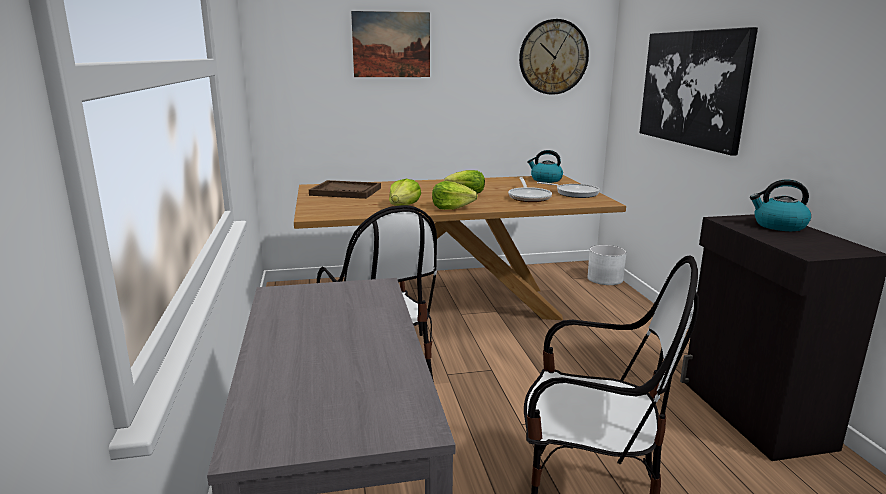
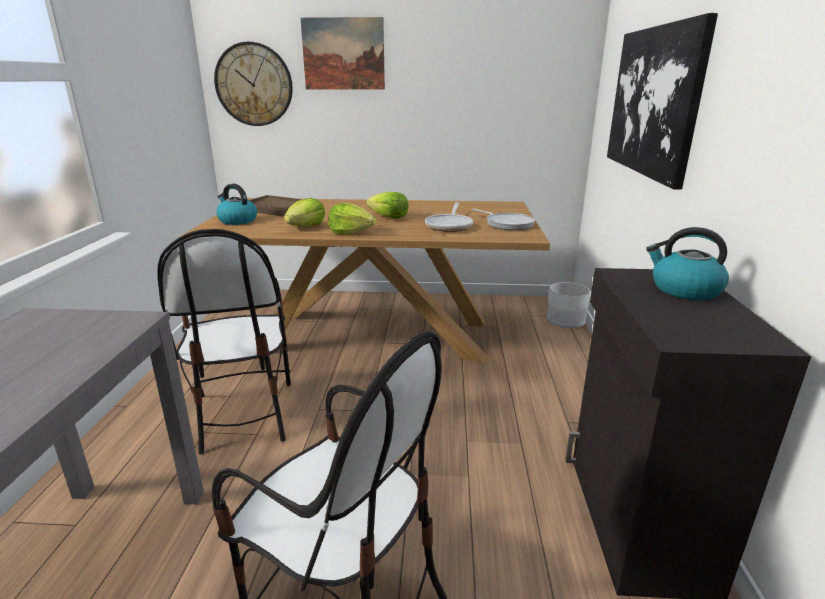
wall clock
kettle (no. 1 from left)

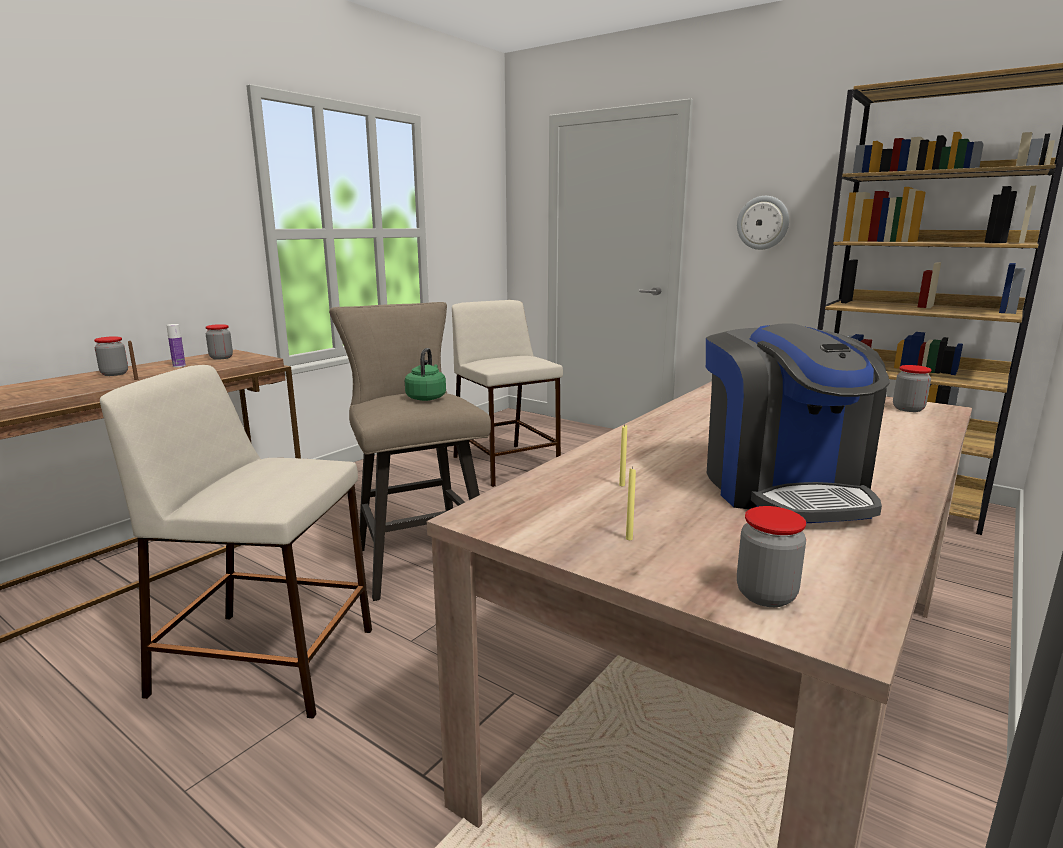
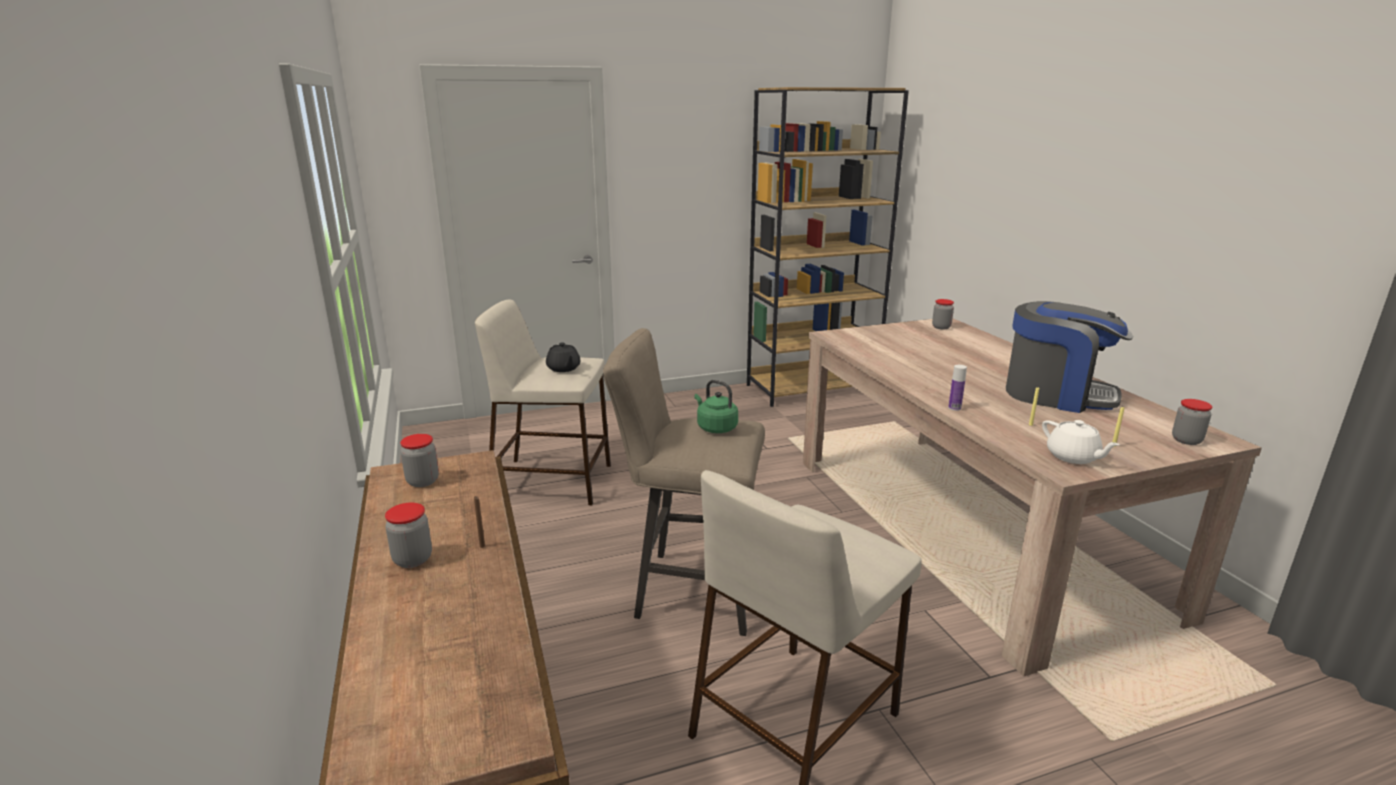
bottle
wall clock
teapot (black)
teapot (white)

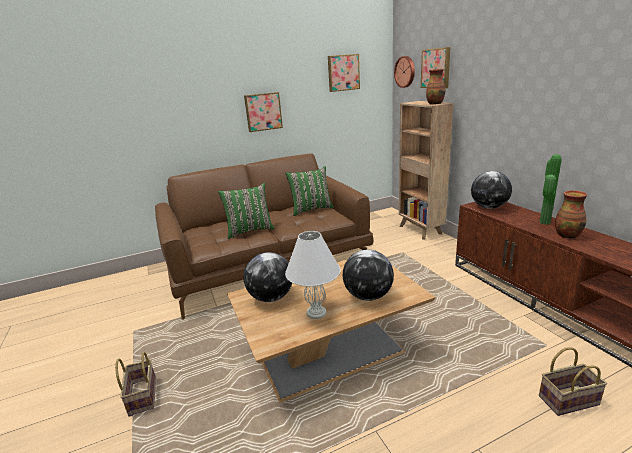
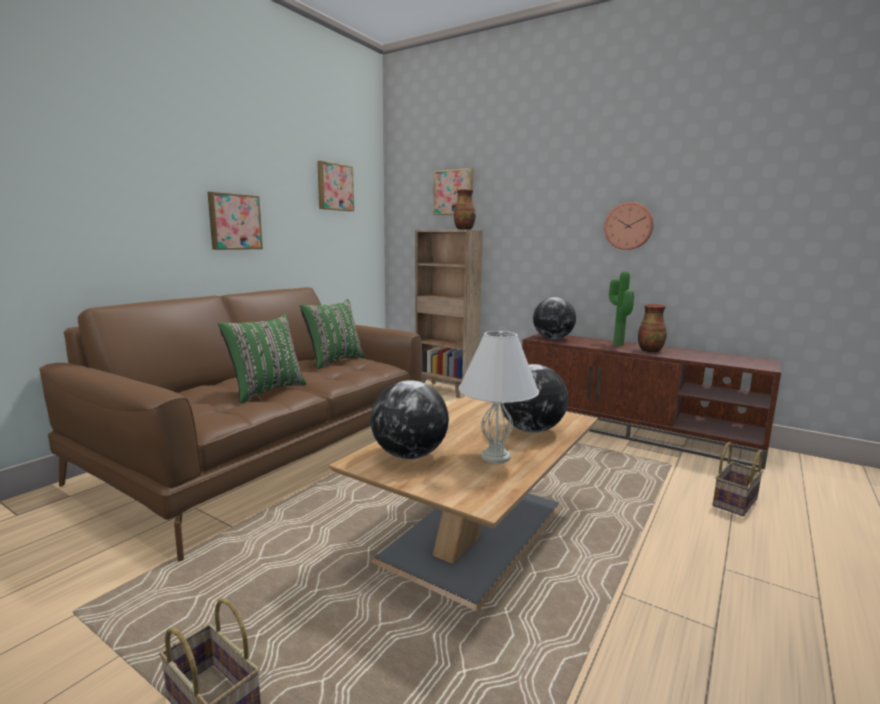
wall clock

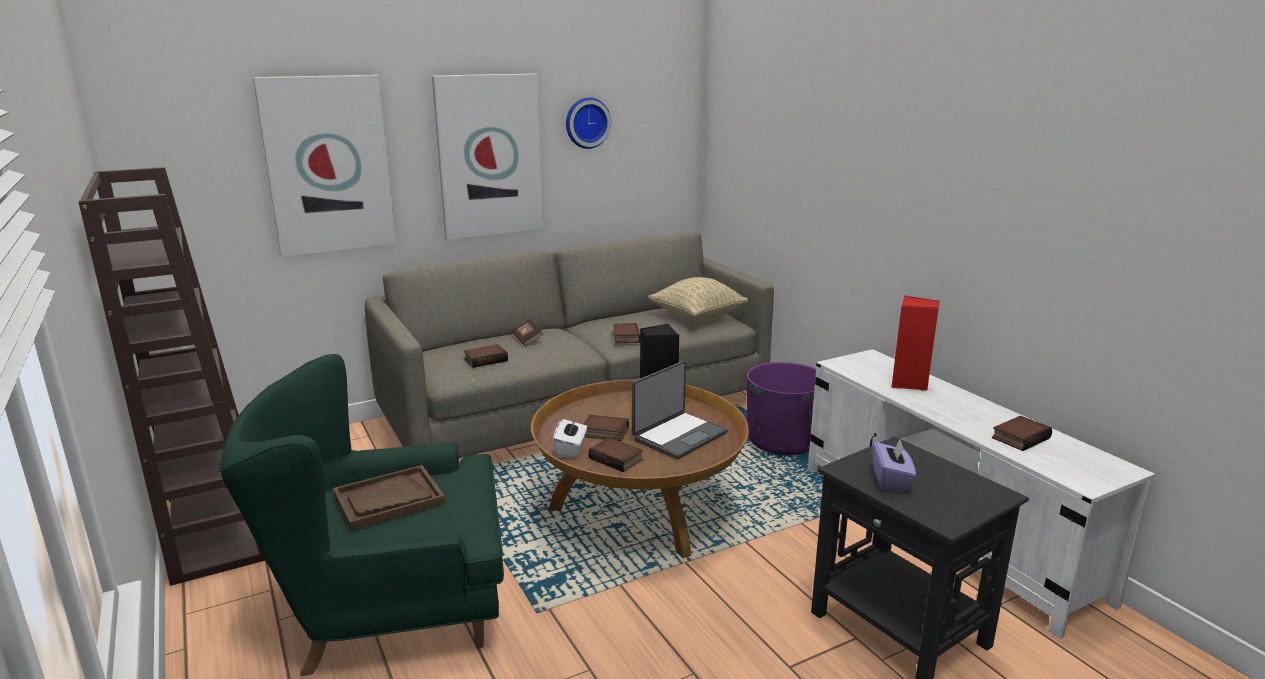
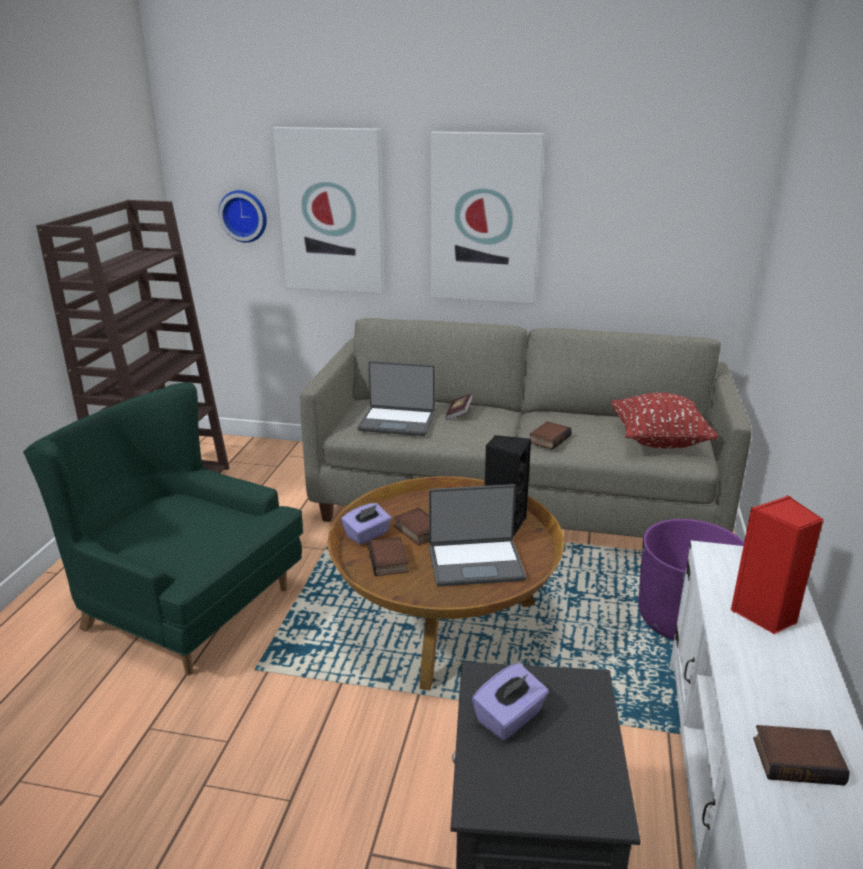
tray (brown)
laptop (no. 1 from left)
tissue box (purple) (no. 1 from left)
wall clock
pillow (red)

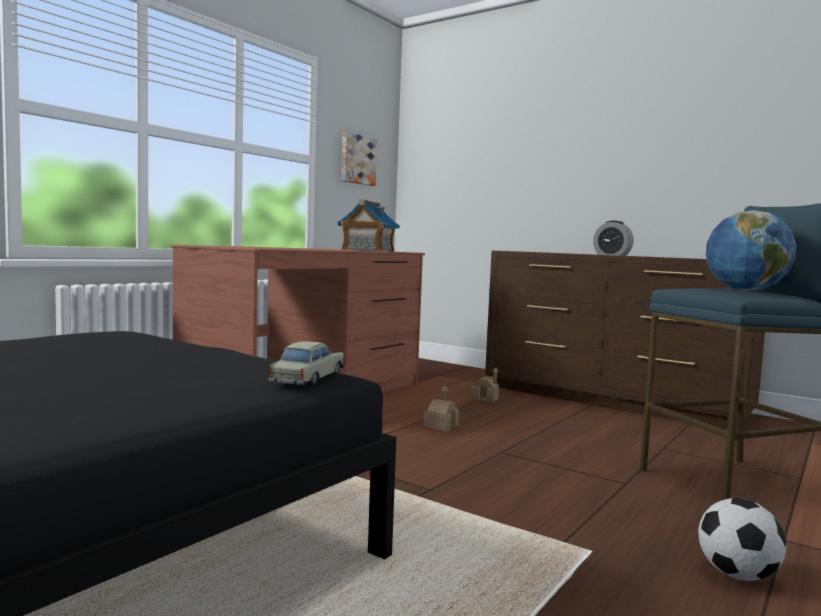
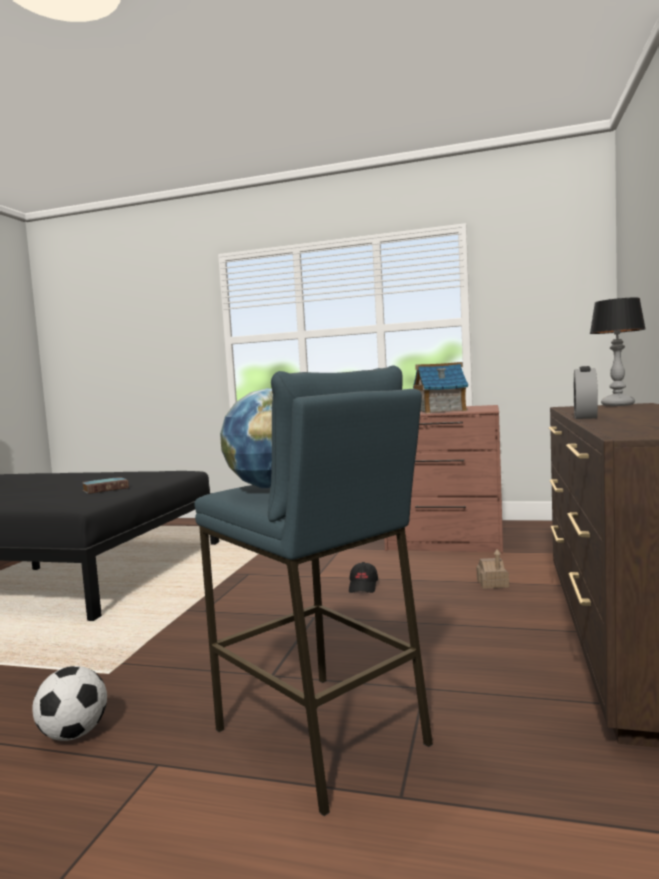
toy car (beige)
picture
cap (black)
book
table lamp

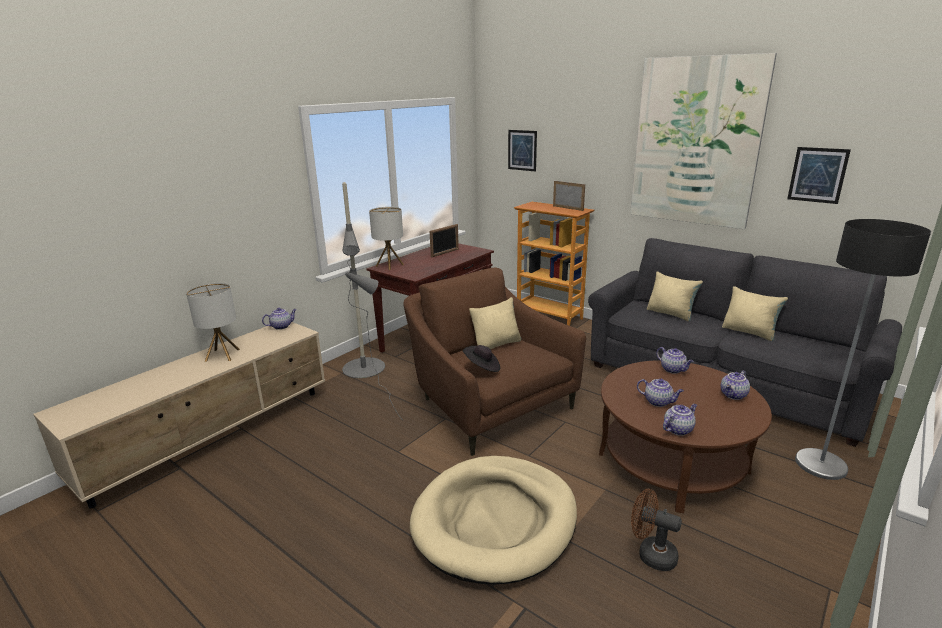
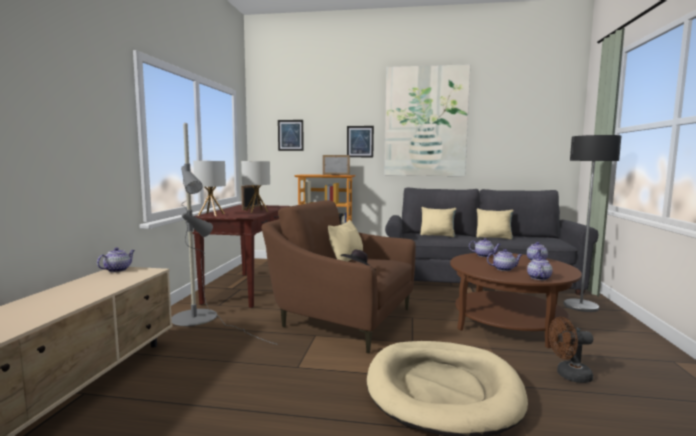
table lamp (no. 2 from left)
picture (no. 2 from left)

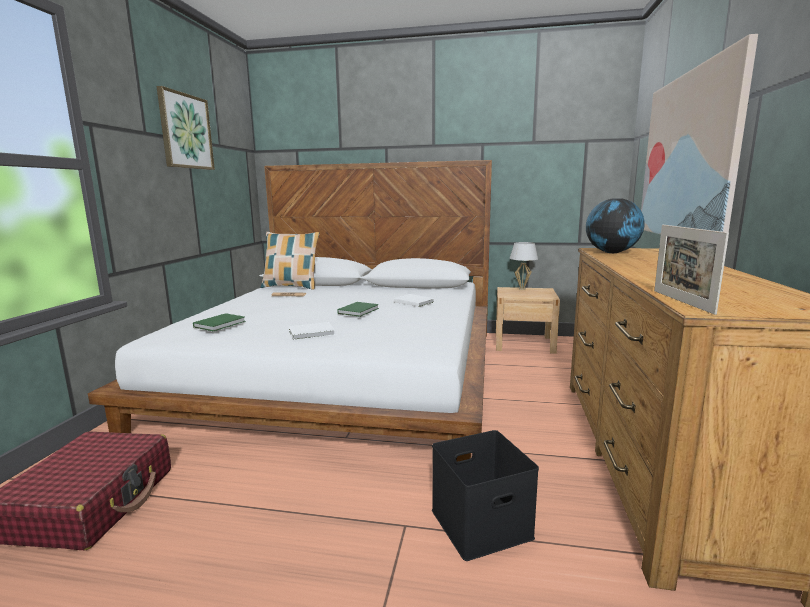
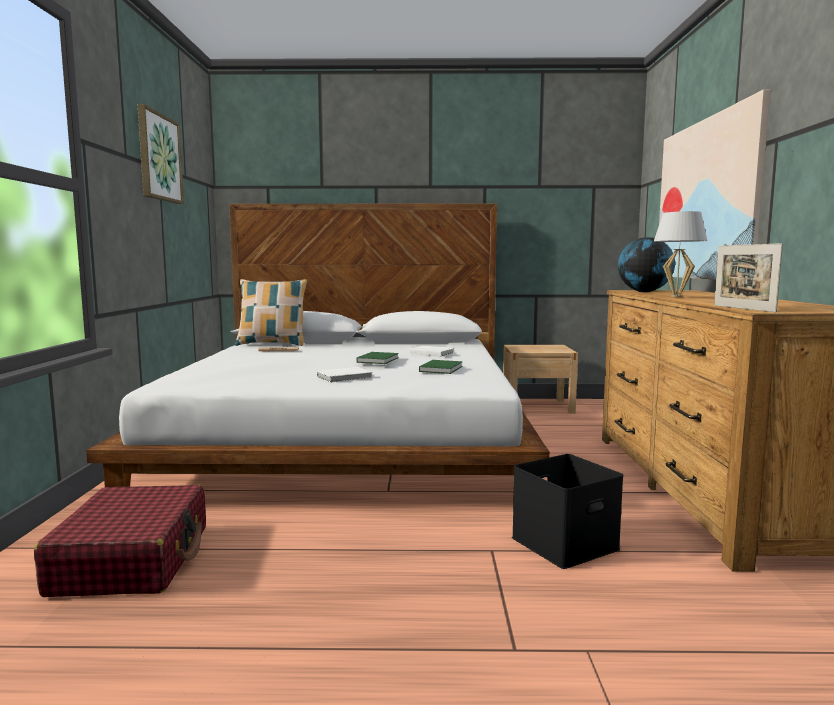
book (green) (no. 2 from left)
table lamp (white)

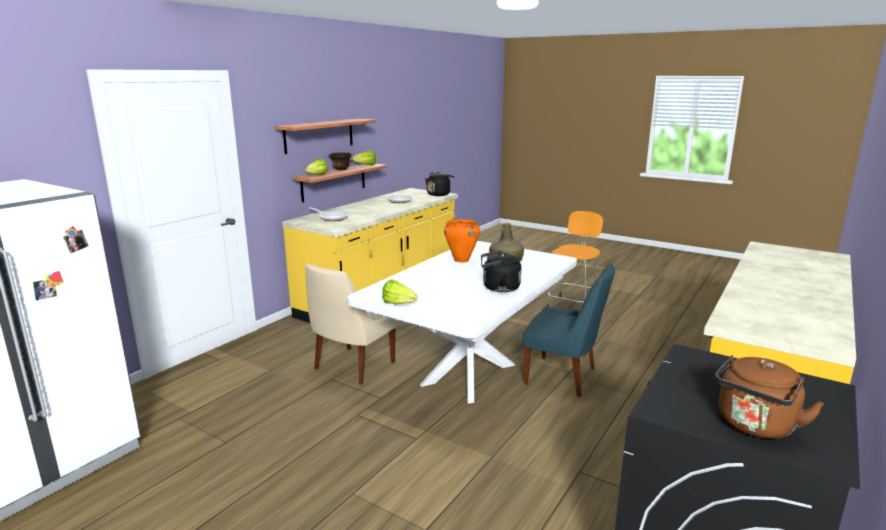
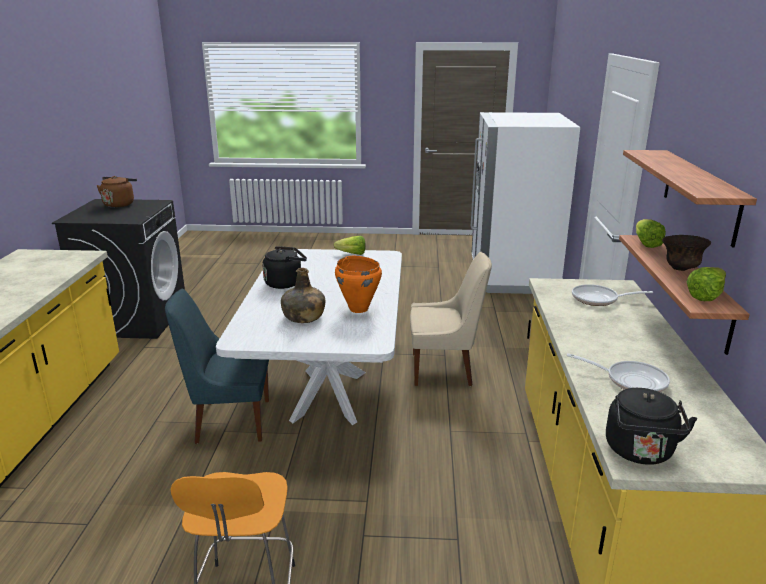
chair (beige)

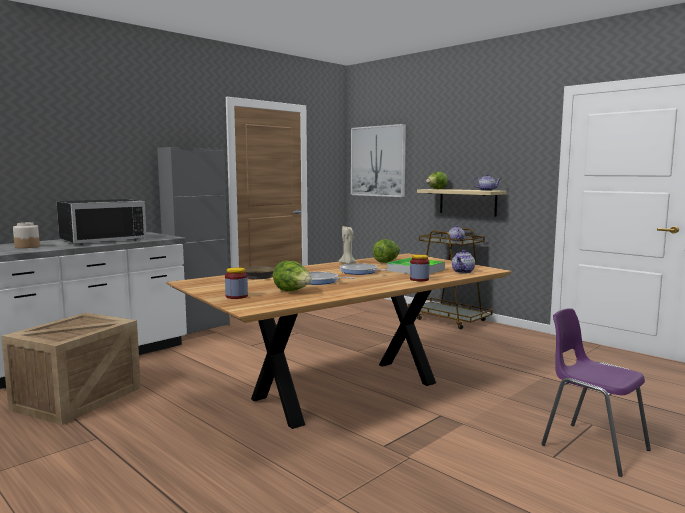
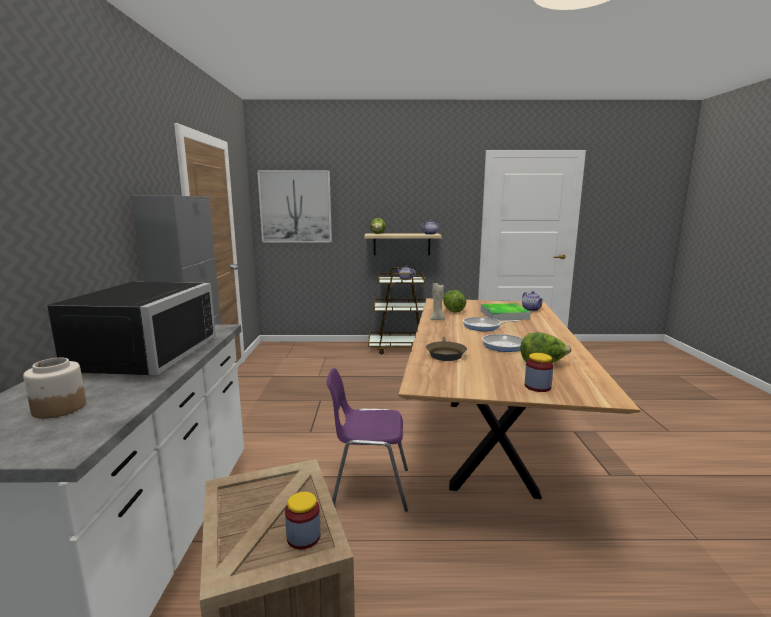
jar (no. 2 from left)
chair (purple)

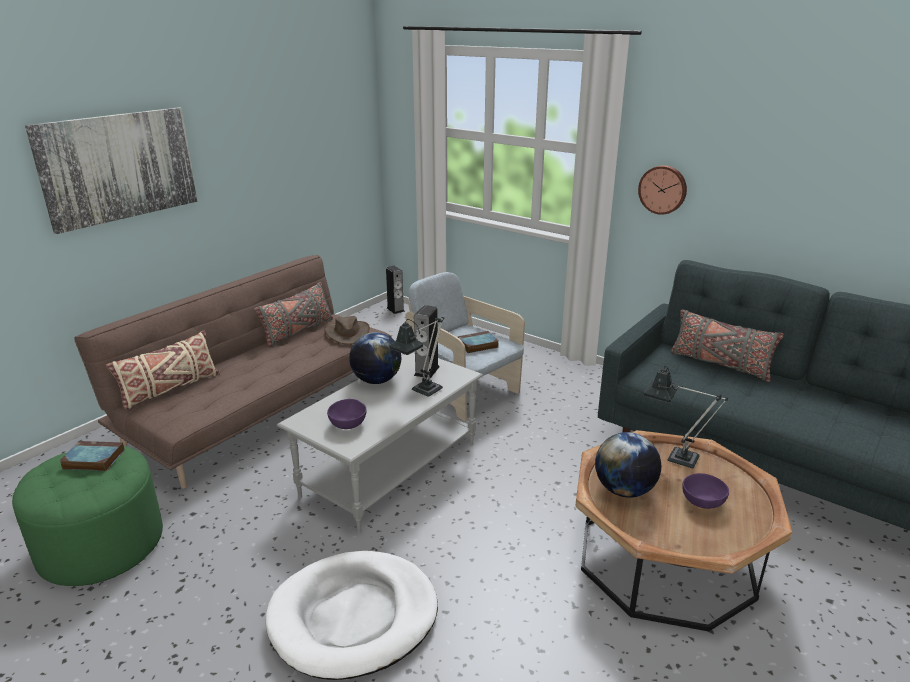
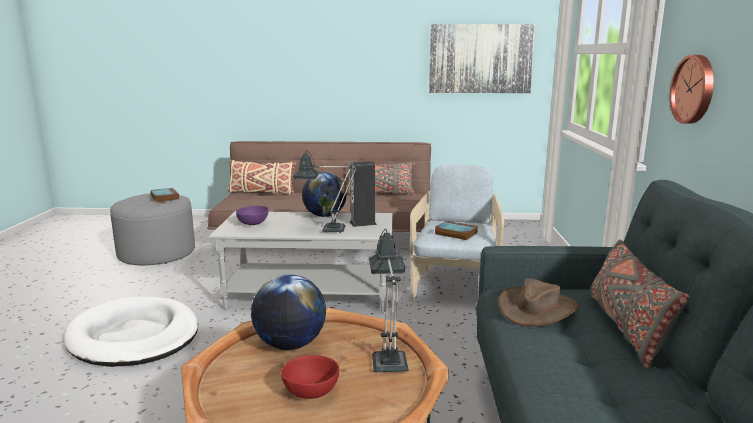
ottoman (grey)
picture
hat (brown)
speaker (no. 1 from left in the first image)
bowl (red)

